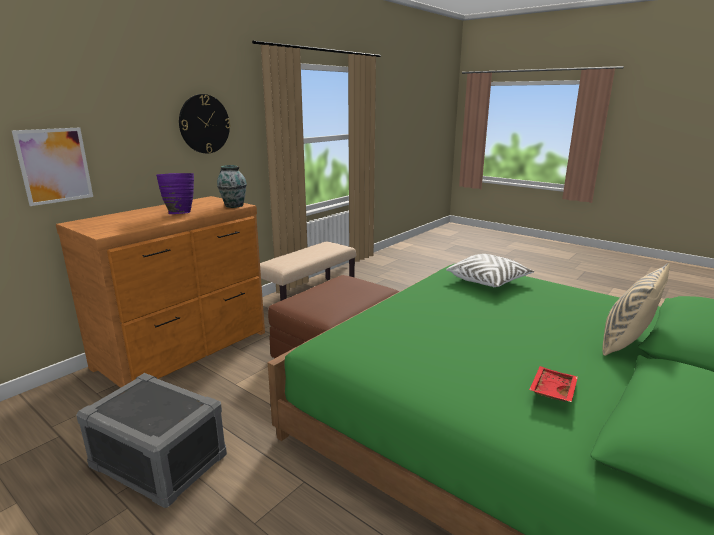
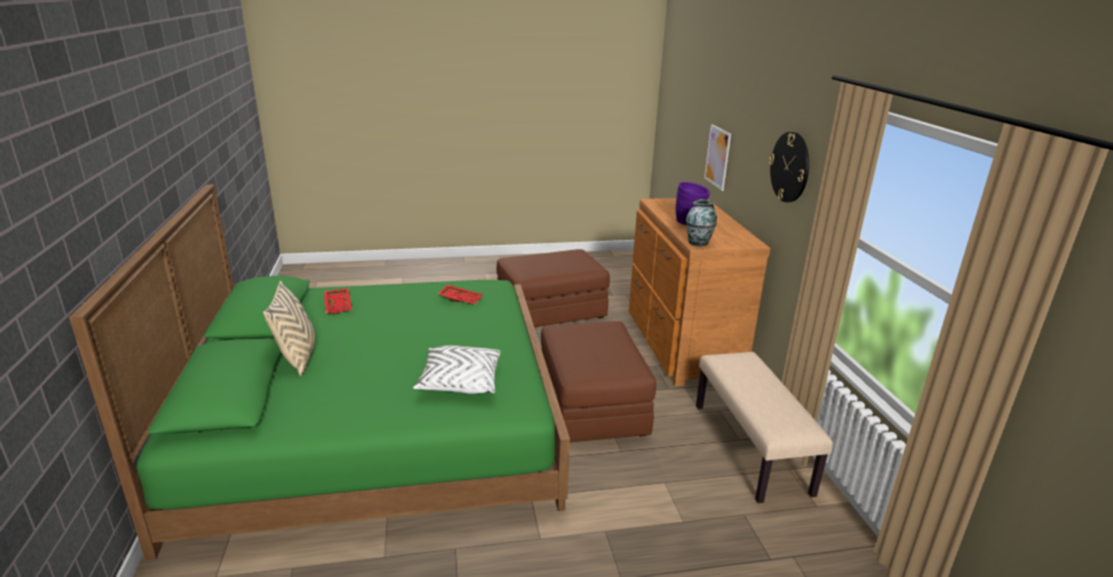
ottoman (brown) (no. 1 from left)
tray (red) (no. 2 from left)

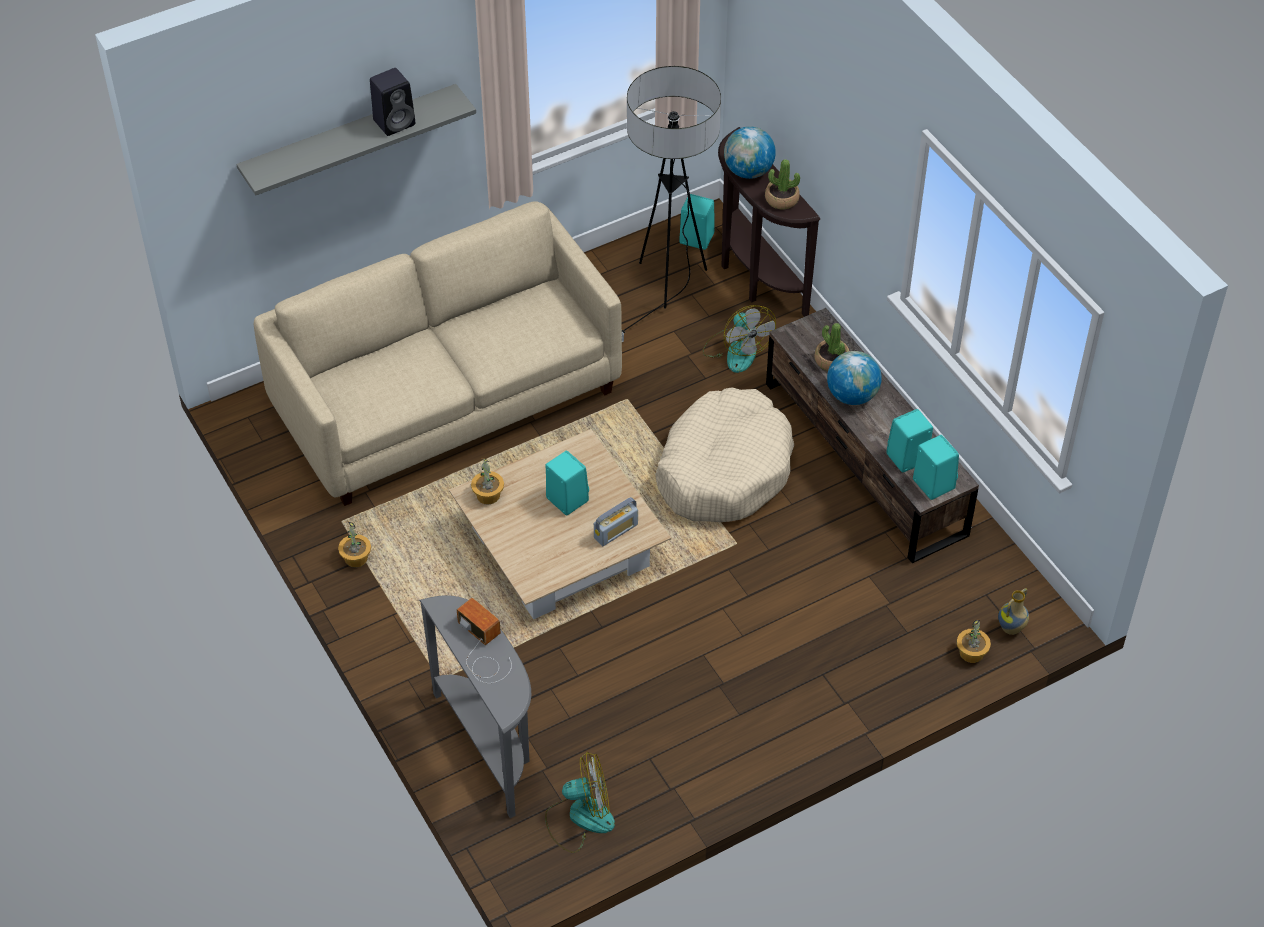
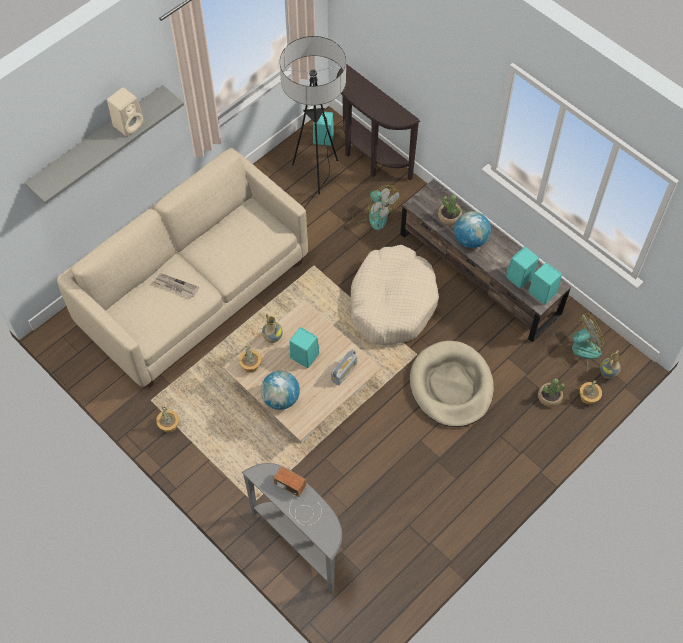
speaker (beige)
fan (no. 2 from left)
globe (no. 1 from left)
potted plant (no. 4 from left)
newspaper
vase (no. 1 from left)
dog bed (beige) (no. 2 from left)

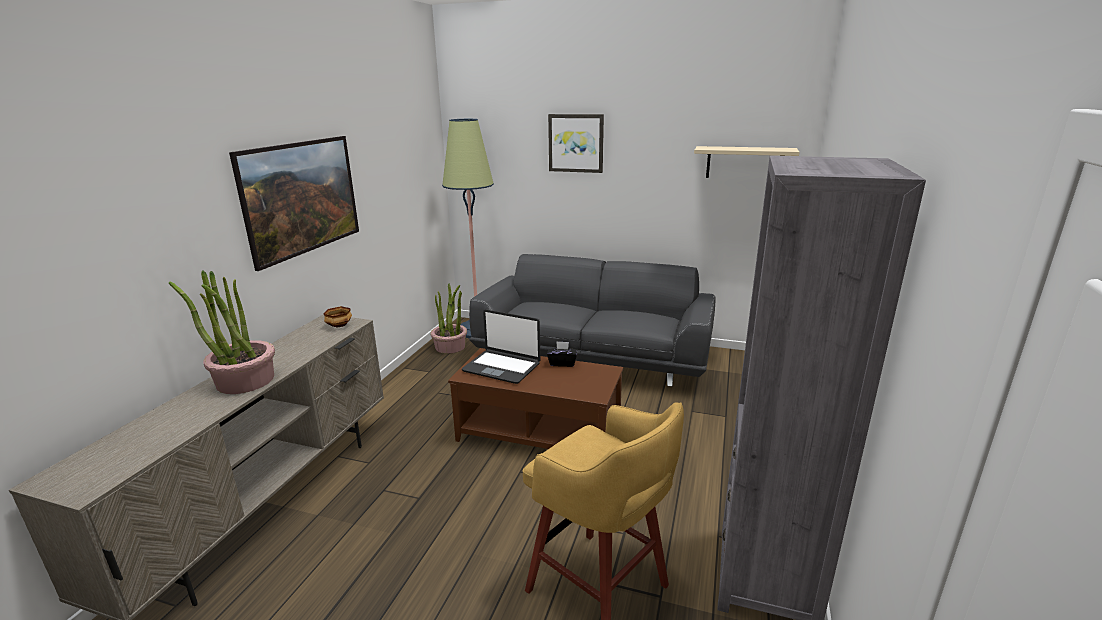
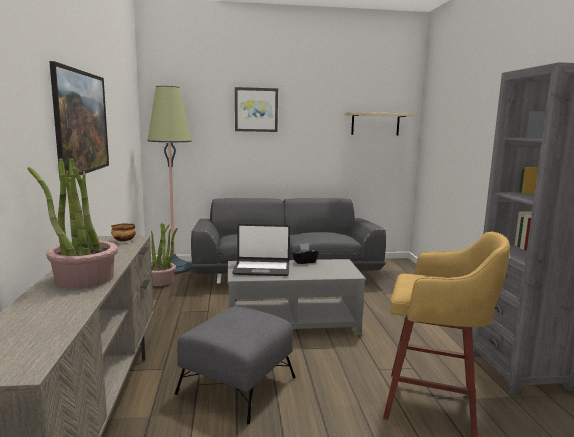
coffee table (grey)
ottoman (grey)

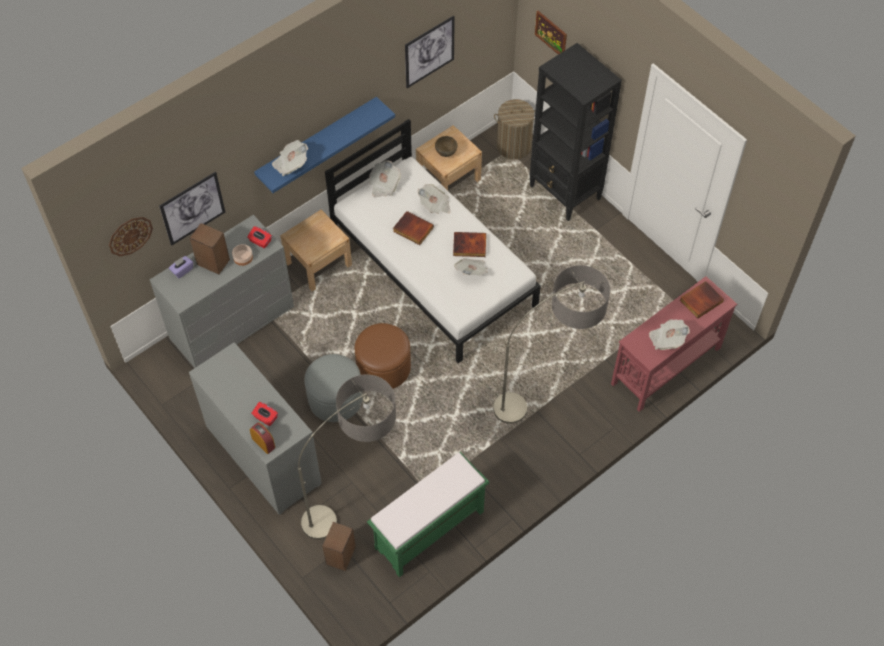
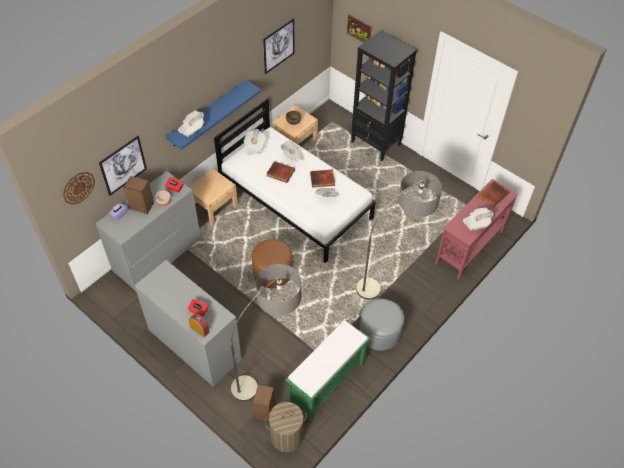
ottoman (grey)
laundry basket

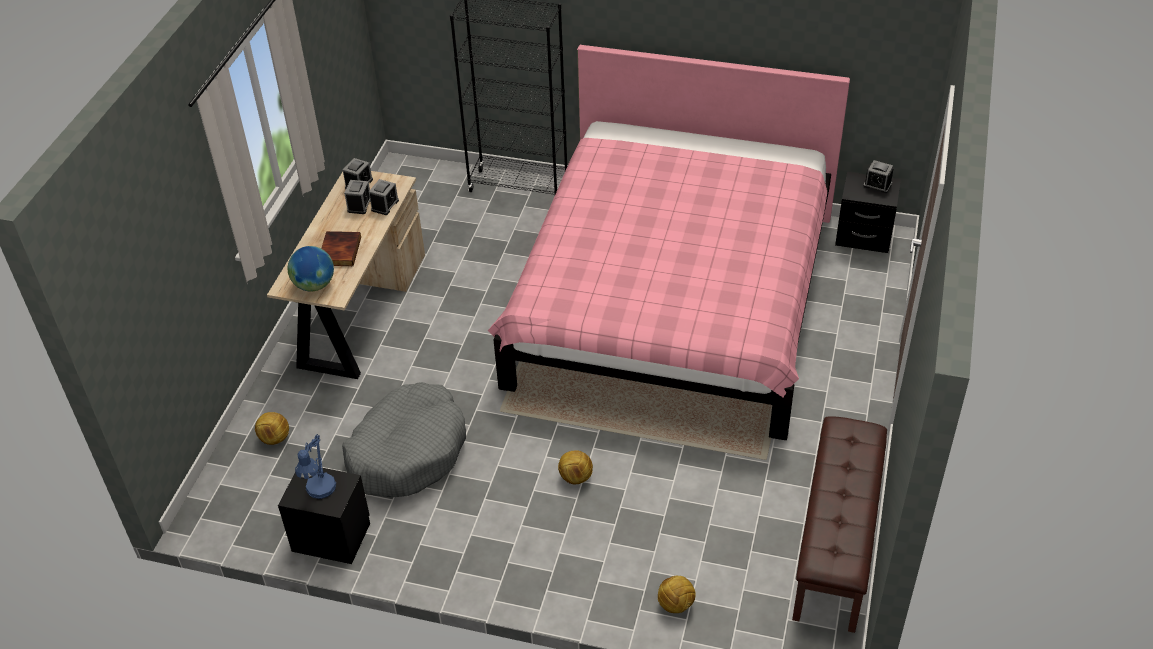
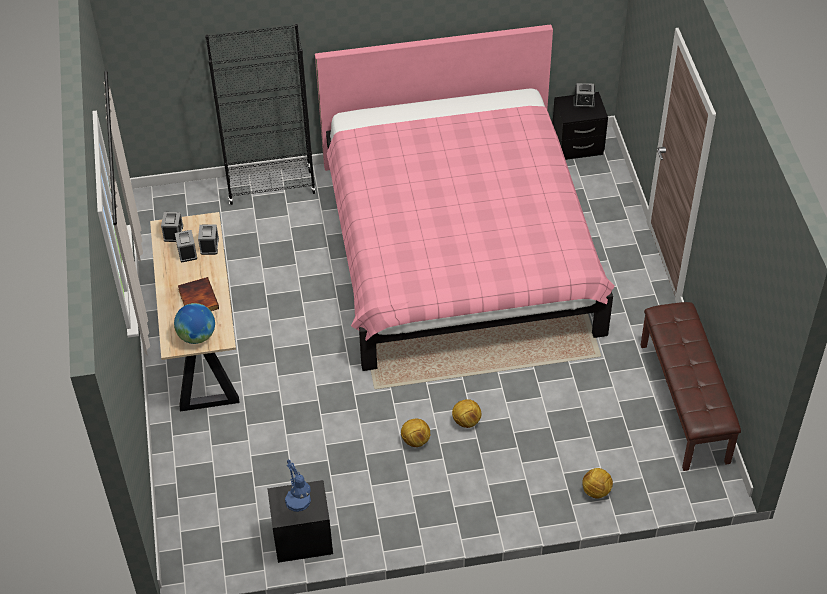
football (no. 1 from left)
dog bed (grey)

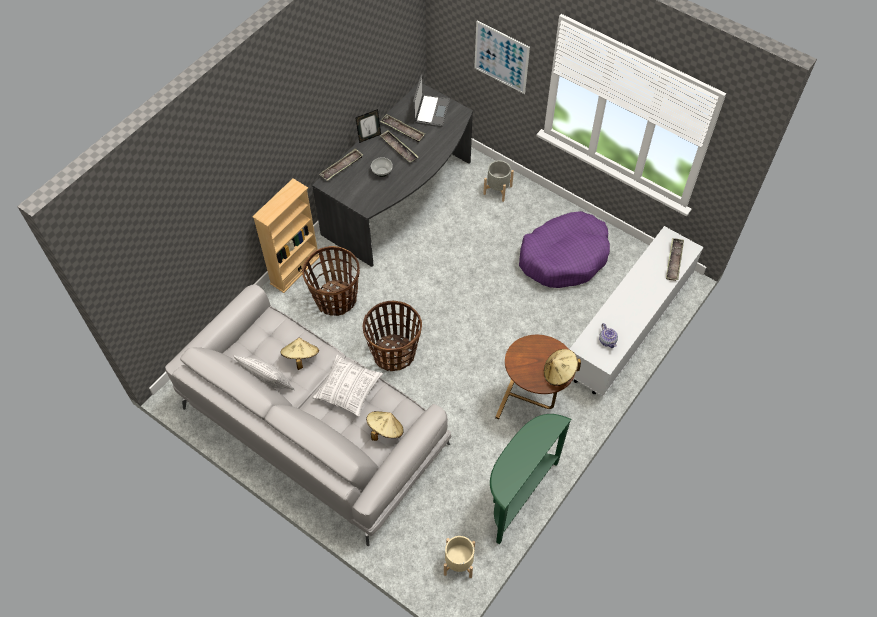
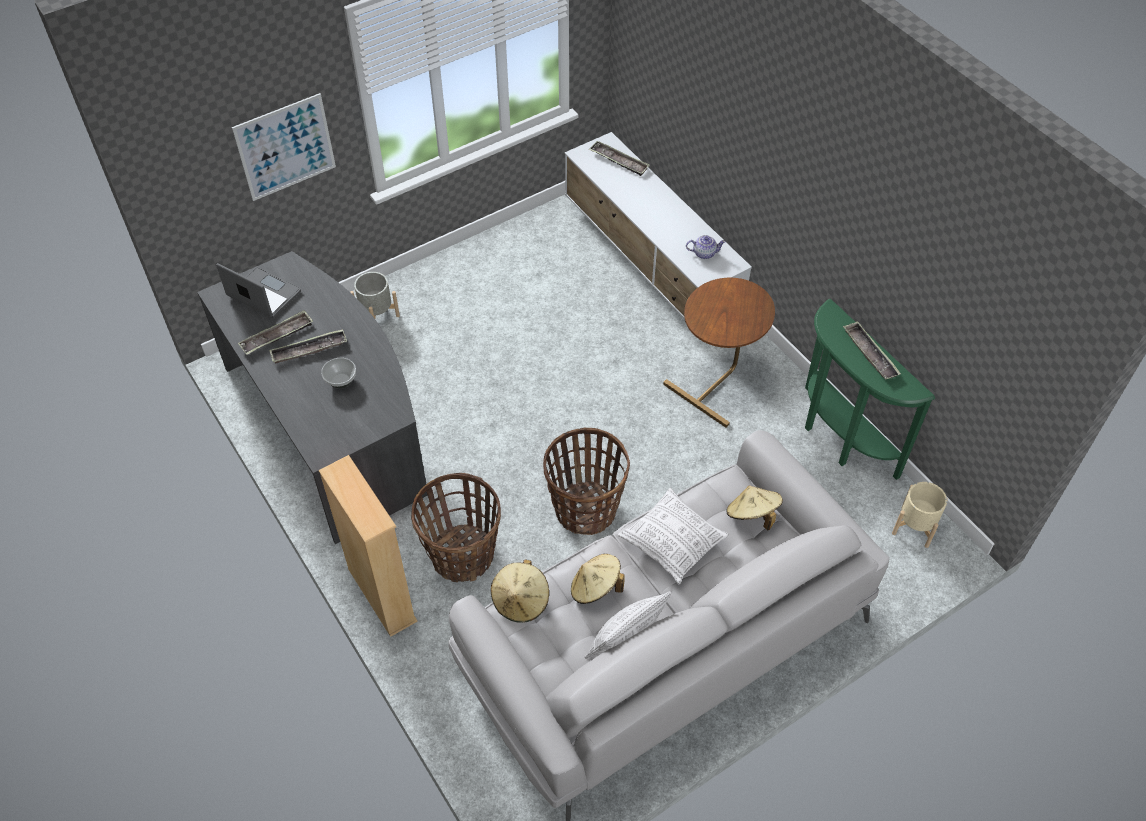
tray (no. 4 from left)
picture frame
dog bed (purple)
hat (beige) (no. 1 from left)

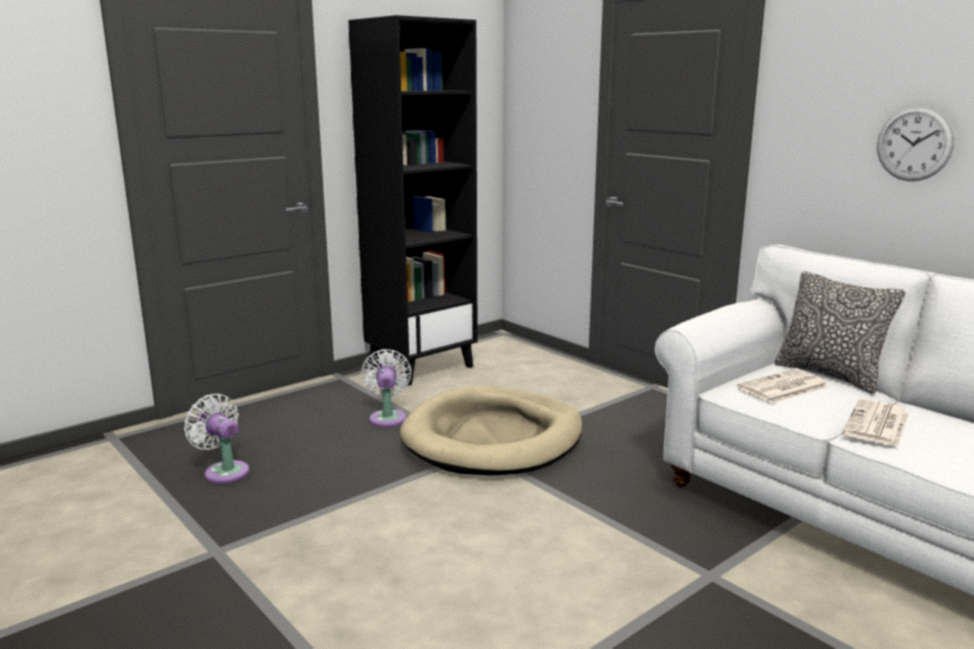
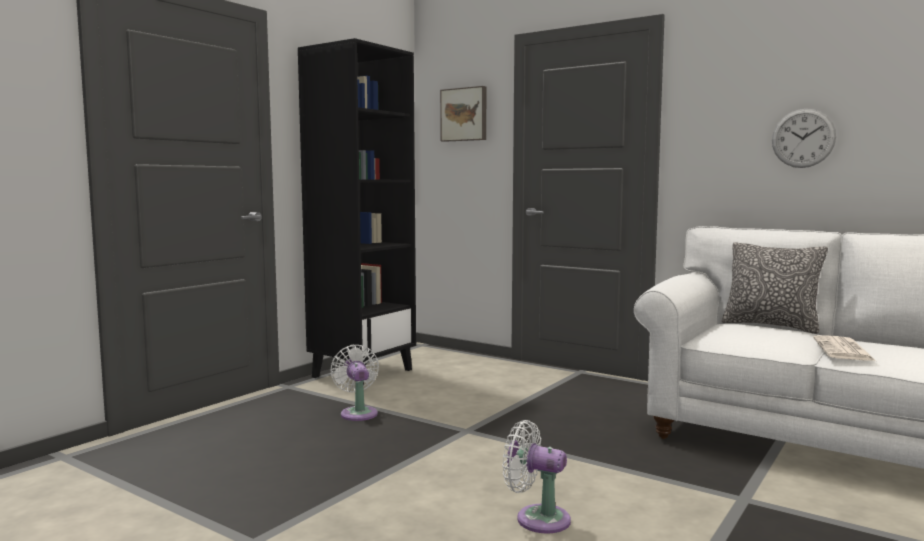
fan (white) (no. 2 from left)
dog bed (beige)
newspaper (no. 1 from left in the first image)
picture

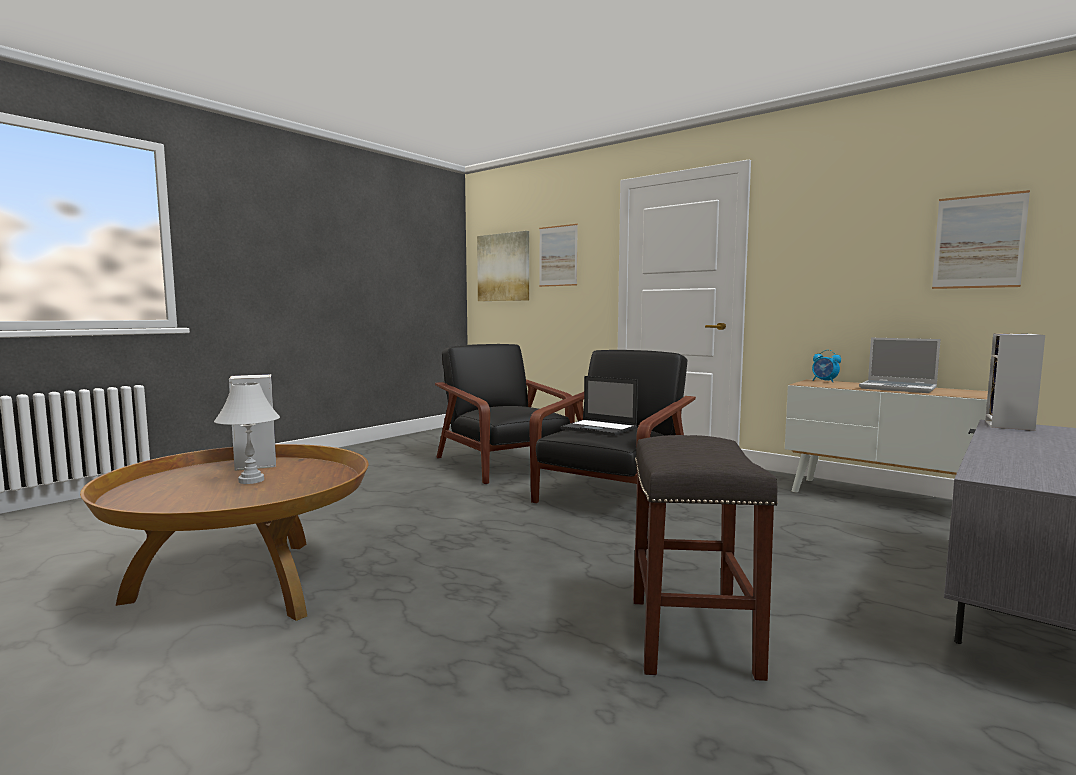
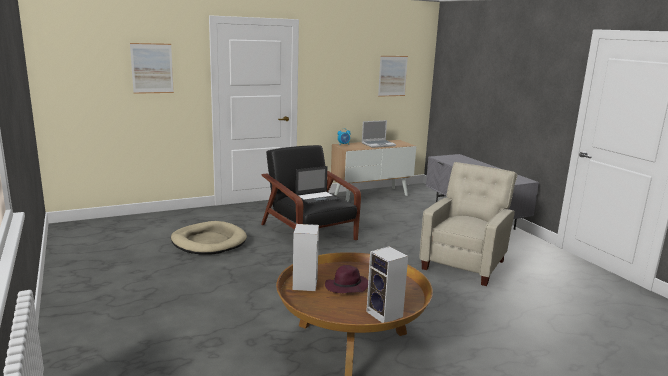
hat (purple)
dog bed (beige)
picture (no. 1 from left in the first image)
armchair (beige)
speaker (no. 2 from left)

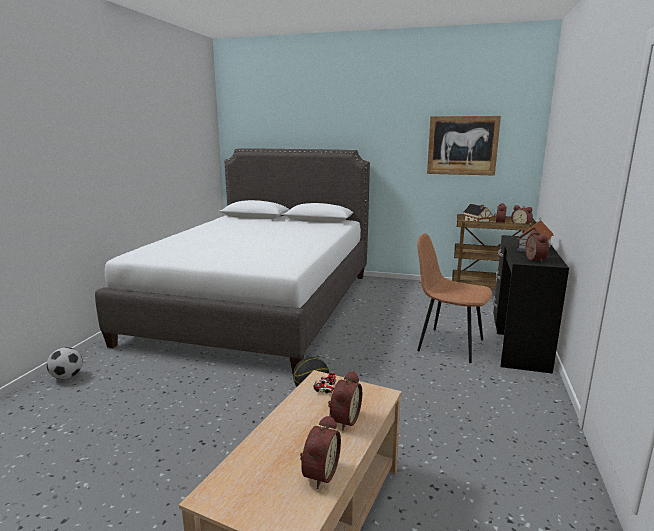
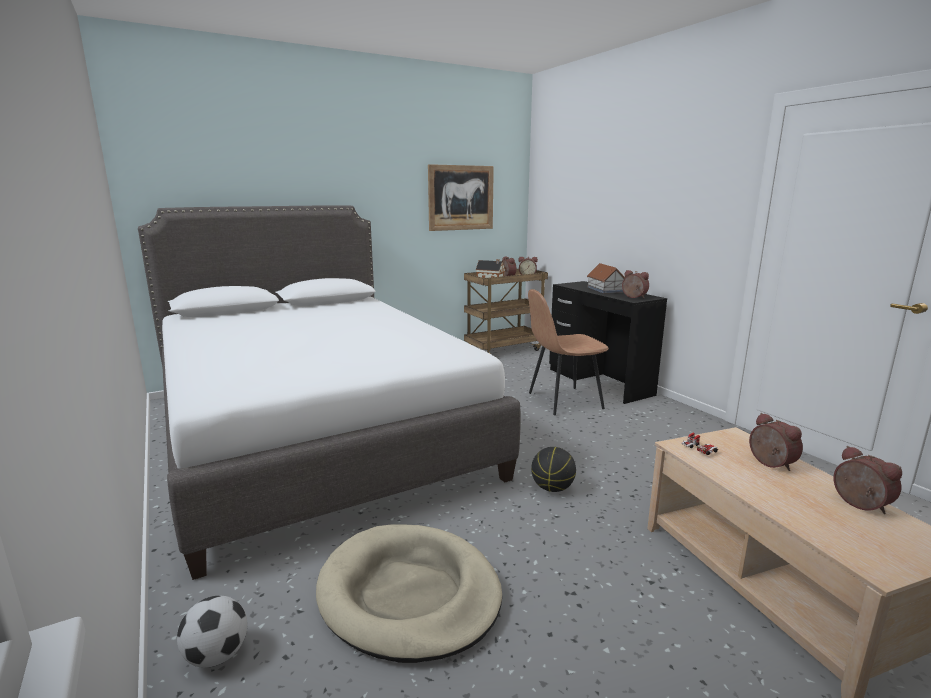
dog bed (beige)

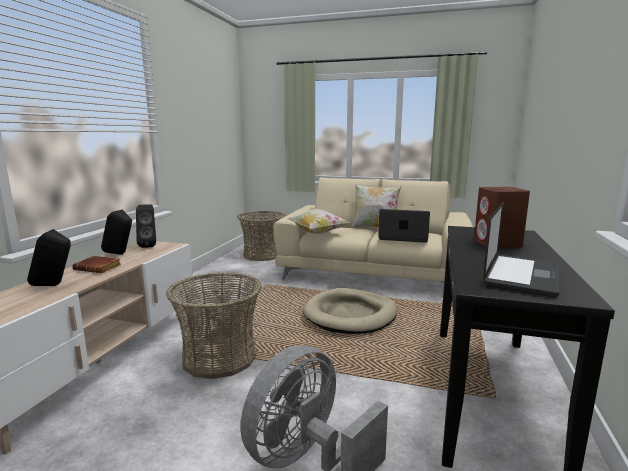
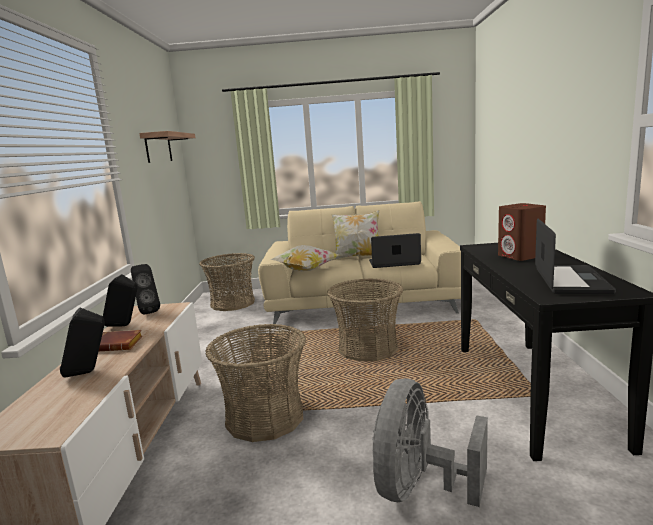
basket (no. 3 from left)
shelf

